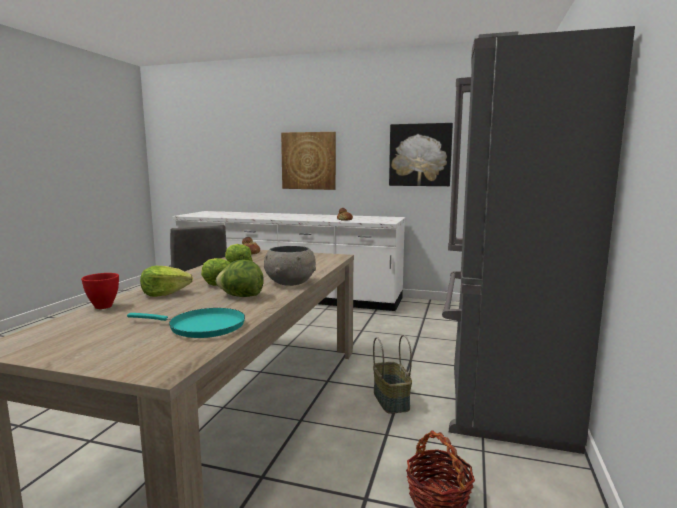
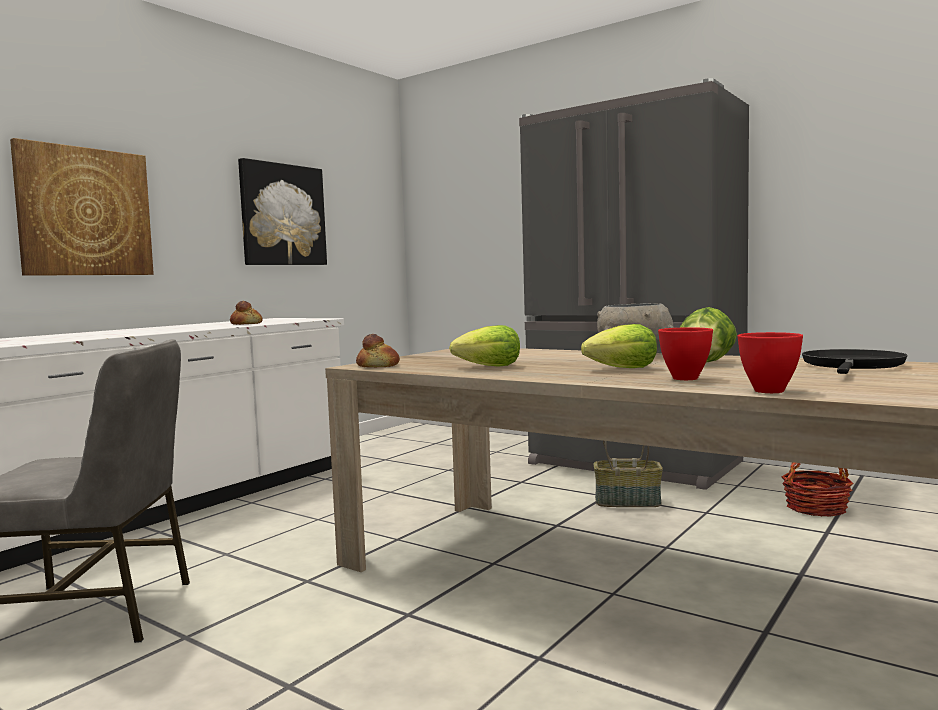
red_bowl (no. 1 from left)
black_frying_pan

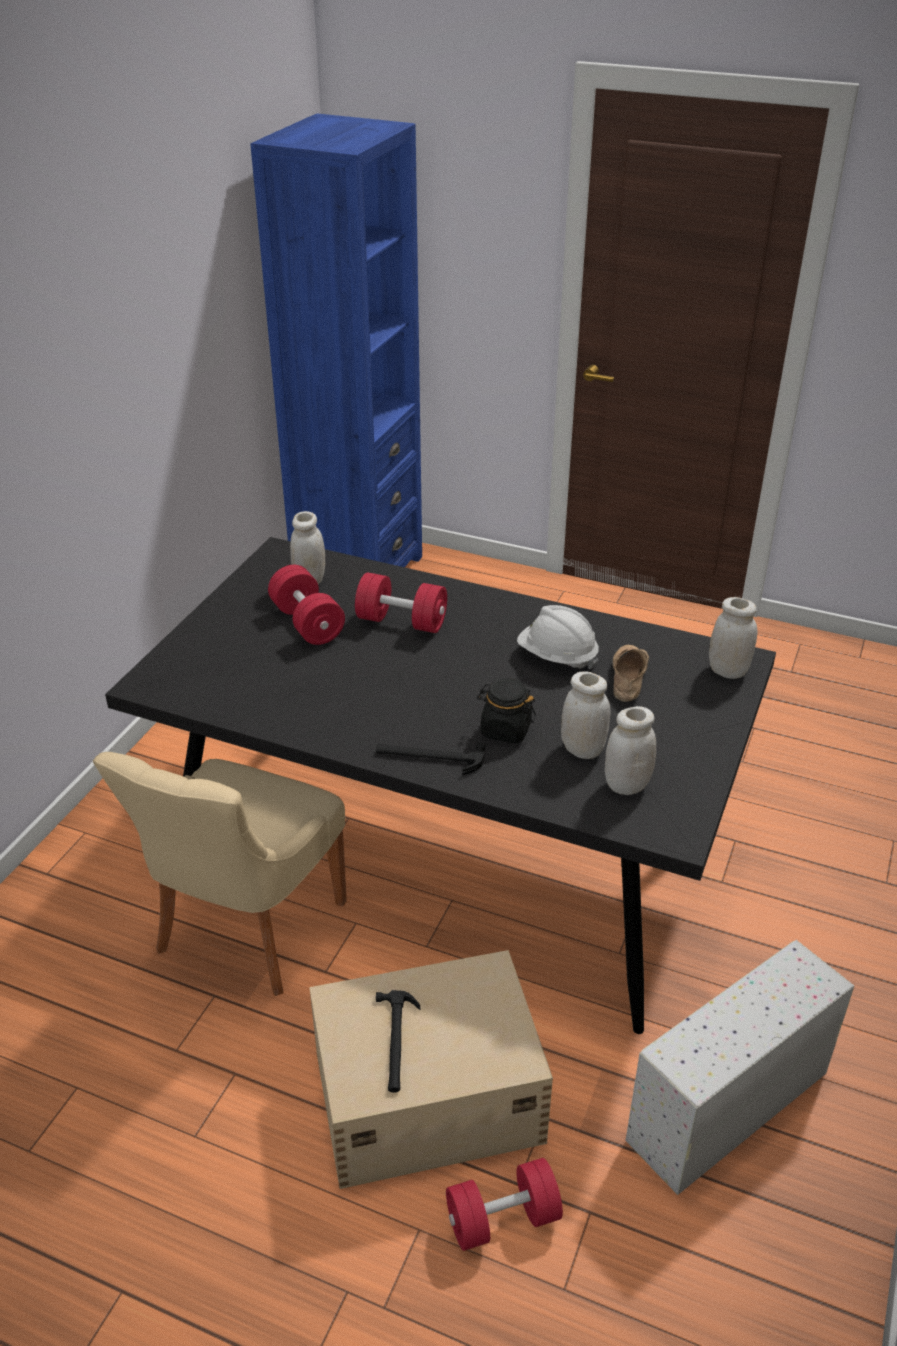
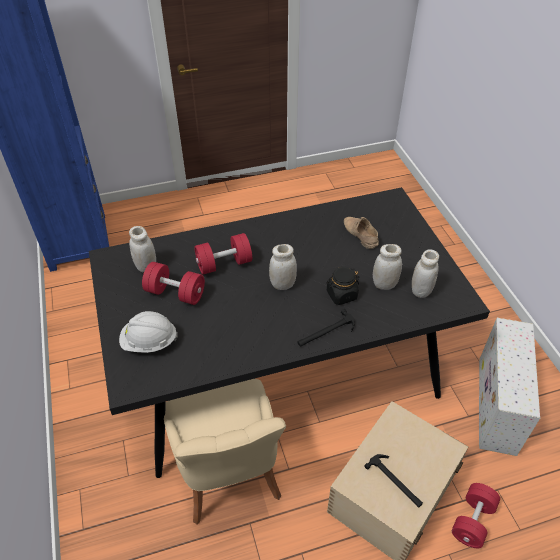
white_hard_hat
white_jar (no. 2 from left)

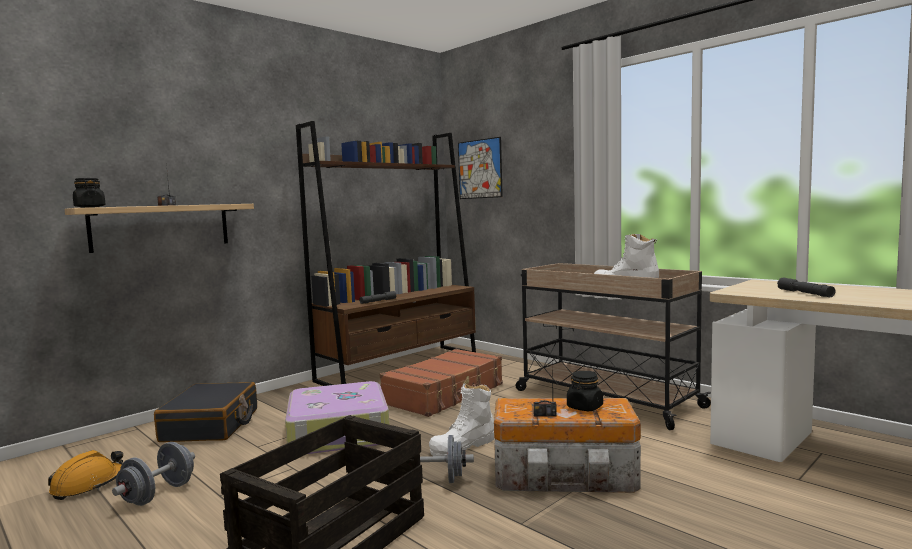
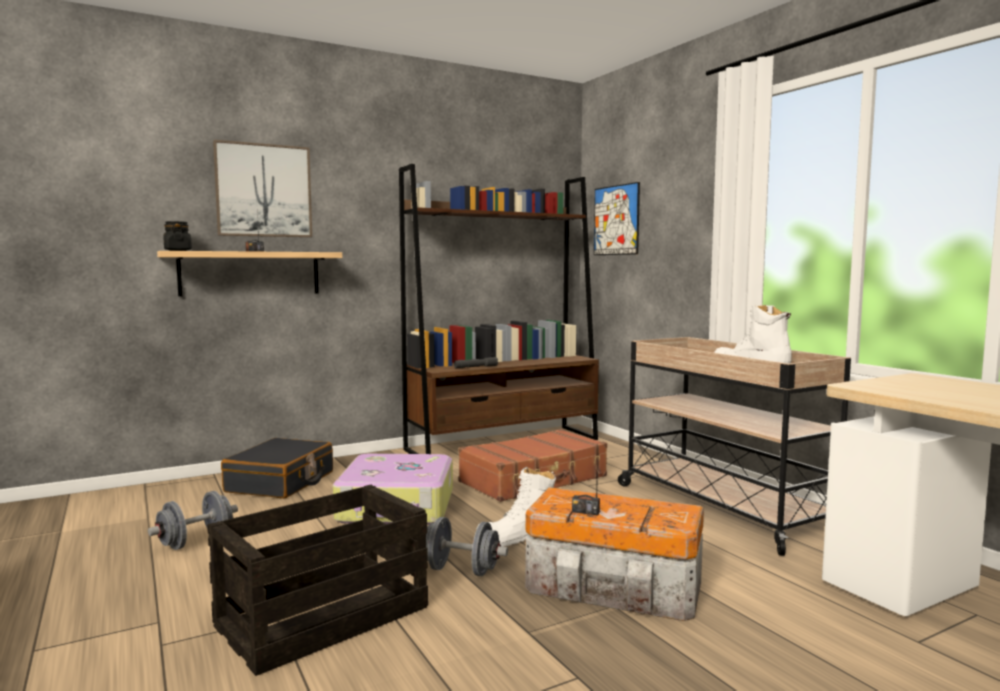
picture (no. 1 from left)
orange_hard_hat
black_jar (no. 2 from left in the first image)
grey_flashlight (no. 2 from left in the first image)

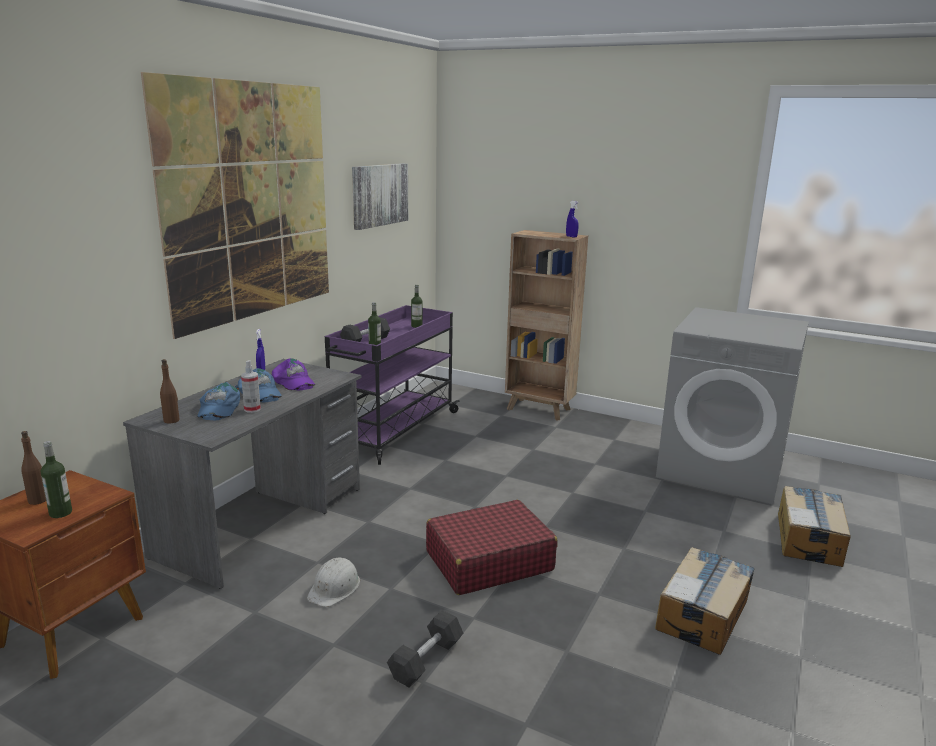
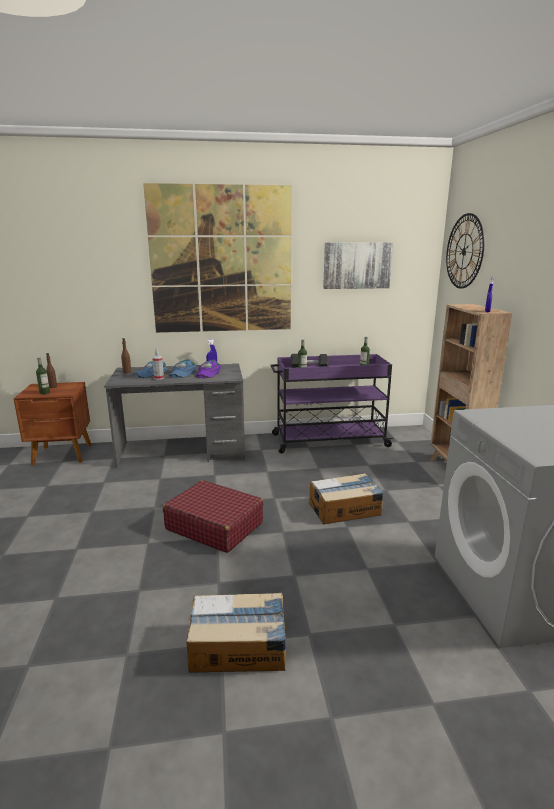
cardboard_box (no. 2 from left)
wall_clock
white_hard_hat
black_dumbbell (no. 2 from left in the first image)

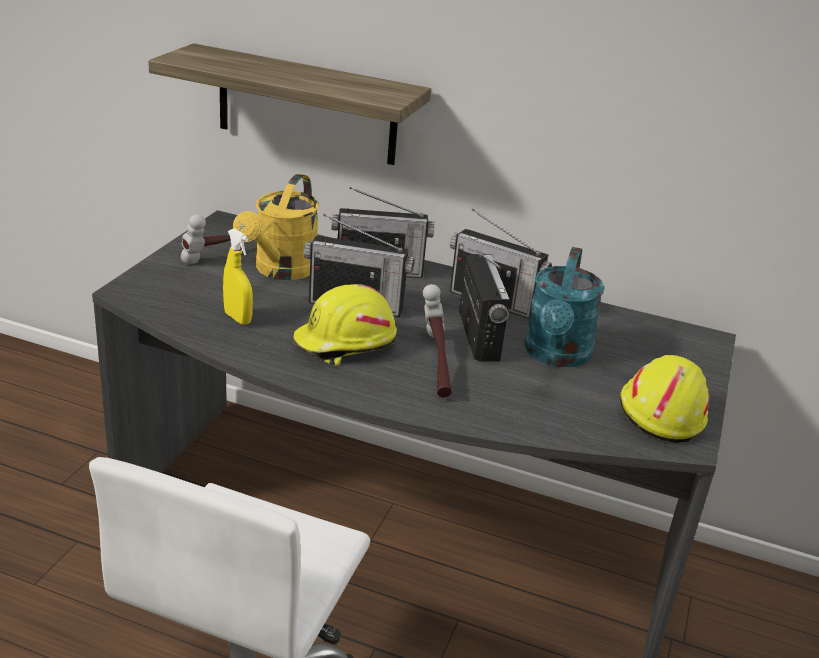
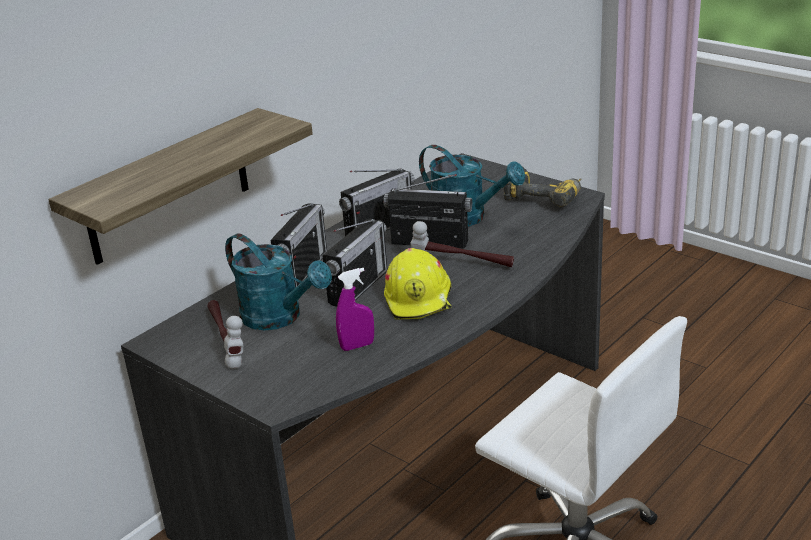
turquoise_watering_can (no. 1 from left)
purple_spray_bottle
power_drill

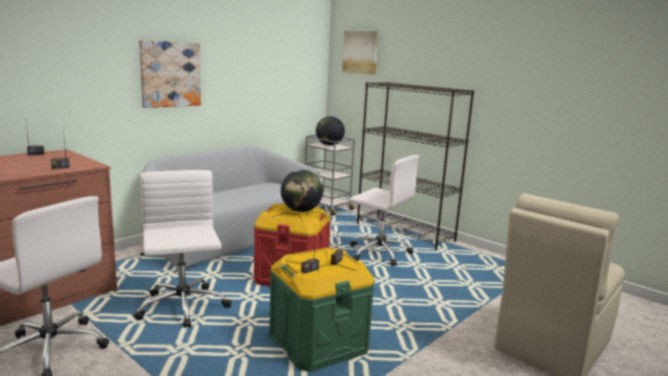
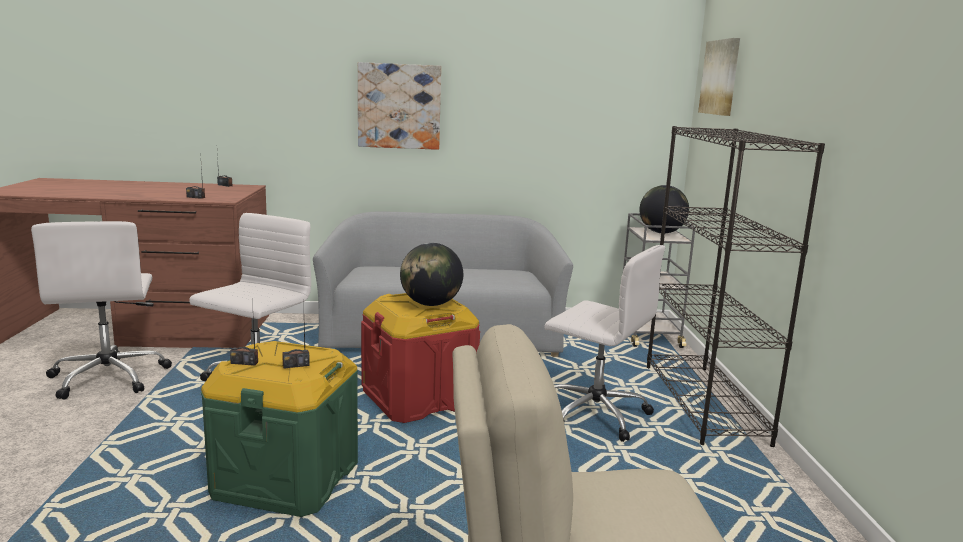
white_office_chair (no. 3 from left)

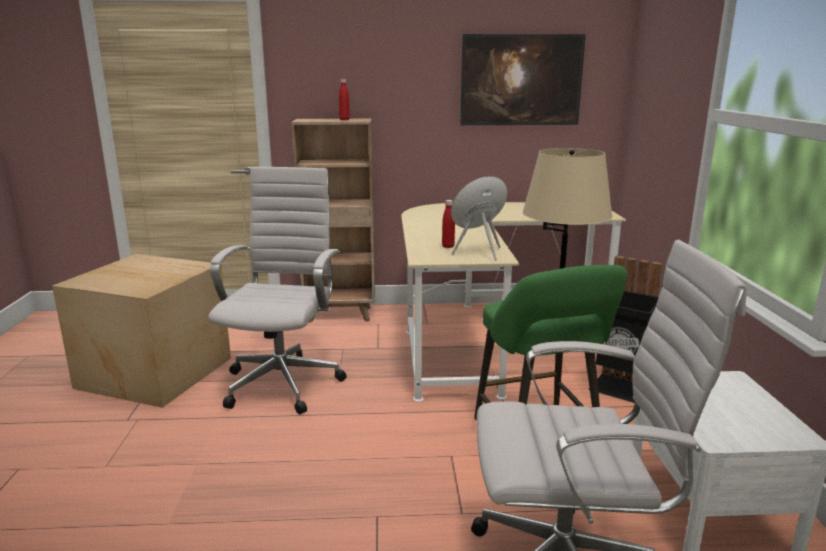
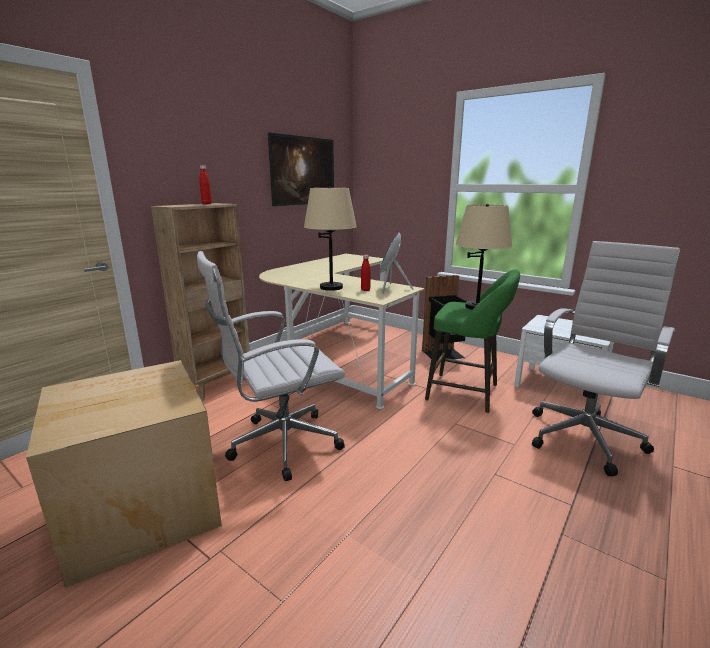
white_office_chair (no. 1 from left)
beige_table_lamp (no. 1 from left)

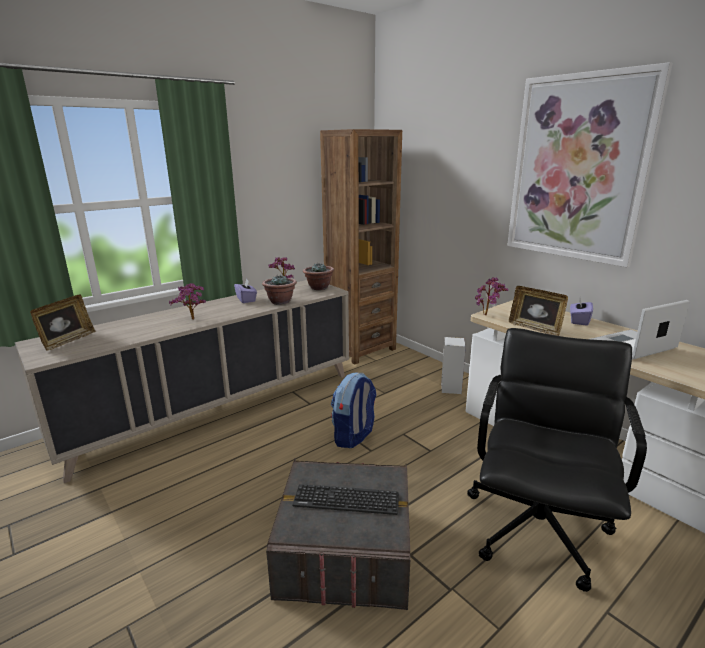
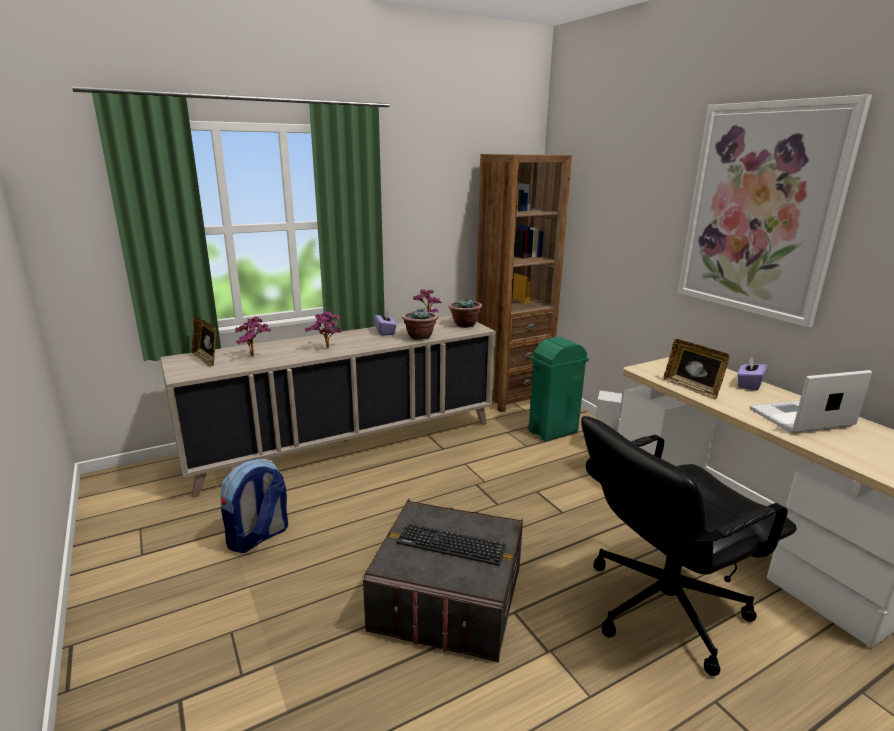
picture_frame (no. 1 from left)
backpack
potted_plant (no. 1 from left)
green_trash_can
black_office_chair

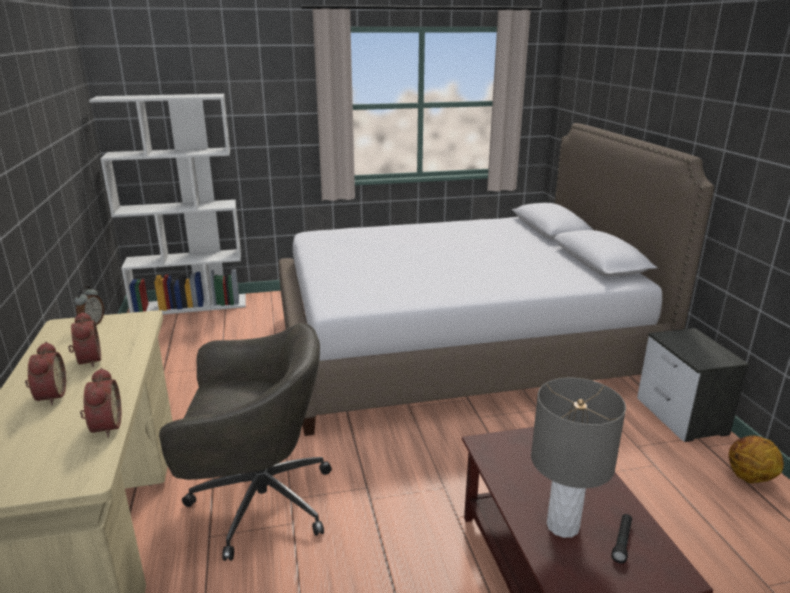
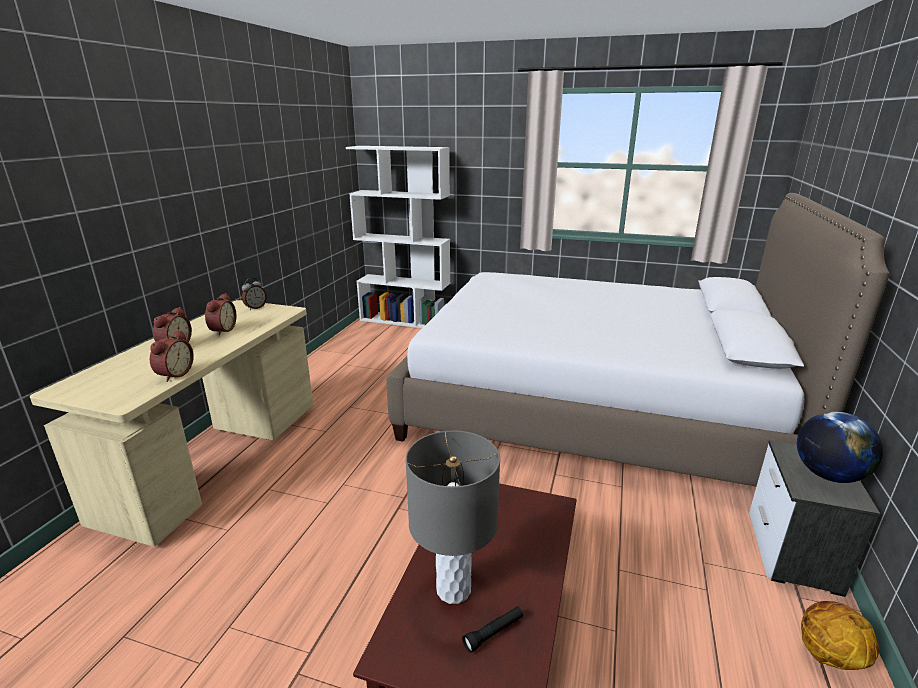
globe
grey_office_chair

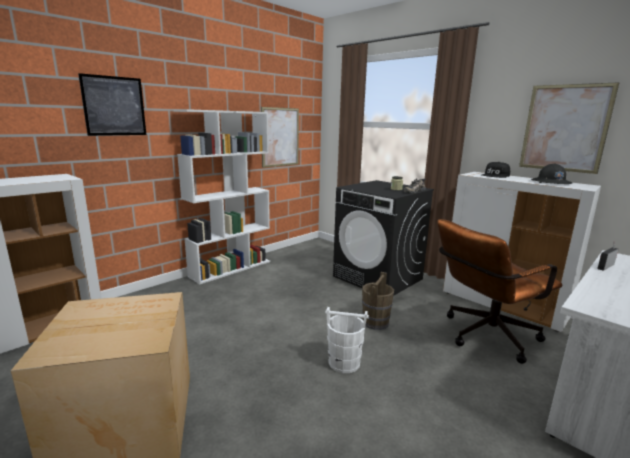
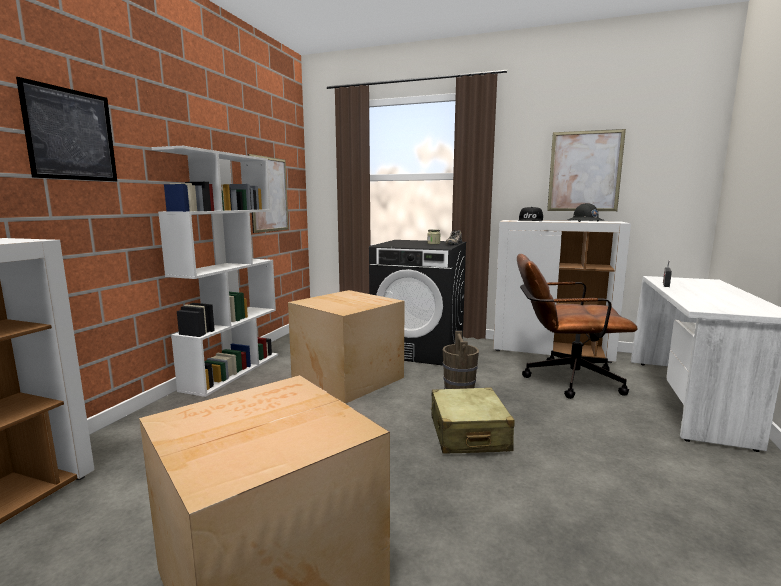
cardboard_box (no. 2 from left)
beige_suitcase
brown_office_chair

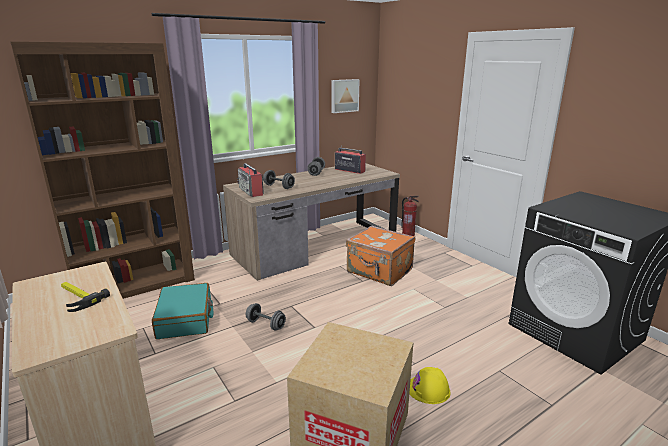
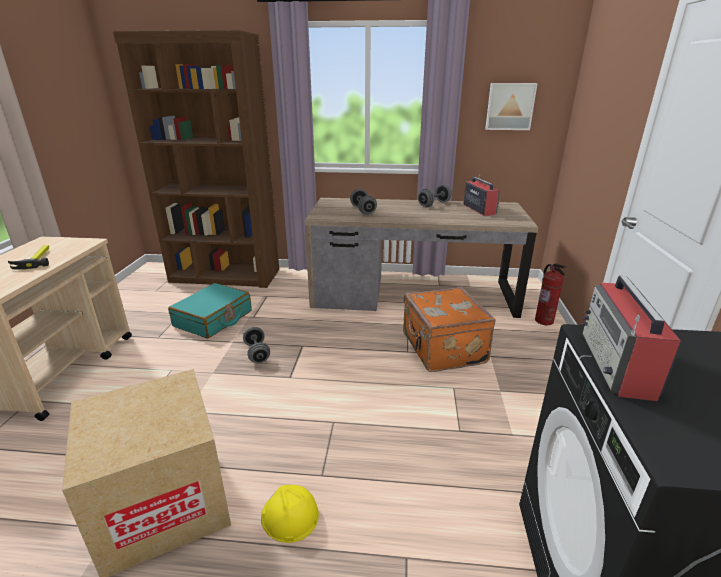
radio (no. 2 from left)

